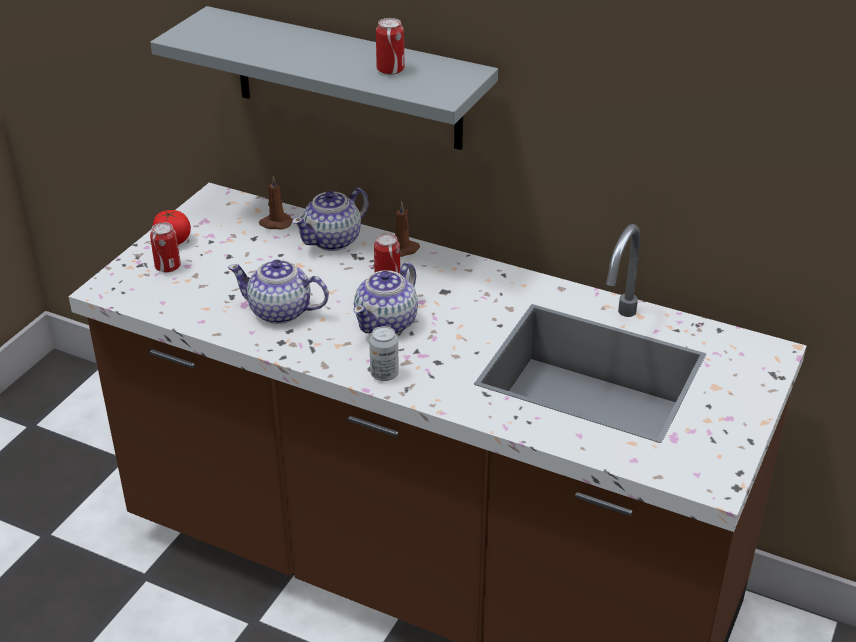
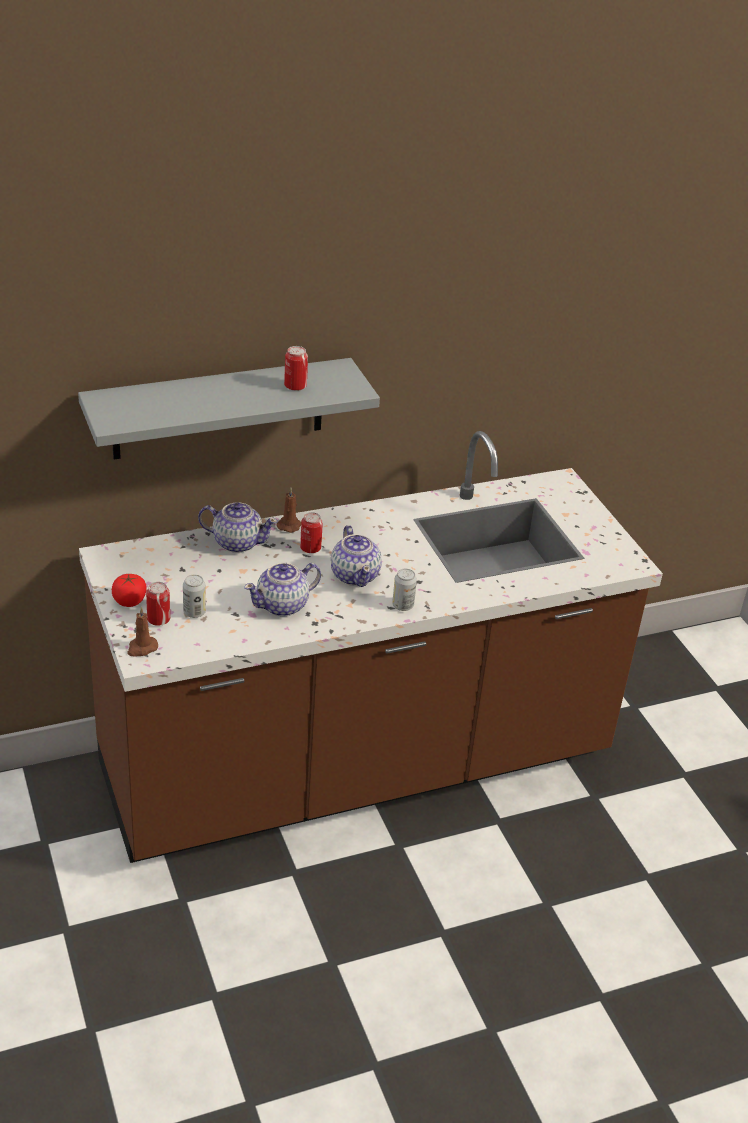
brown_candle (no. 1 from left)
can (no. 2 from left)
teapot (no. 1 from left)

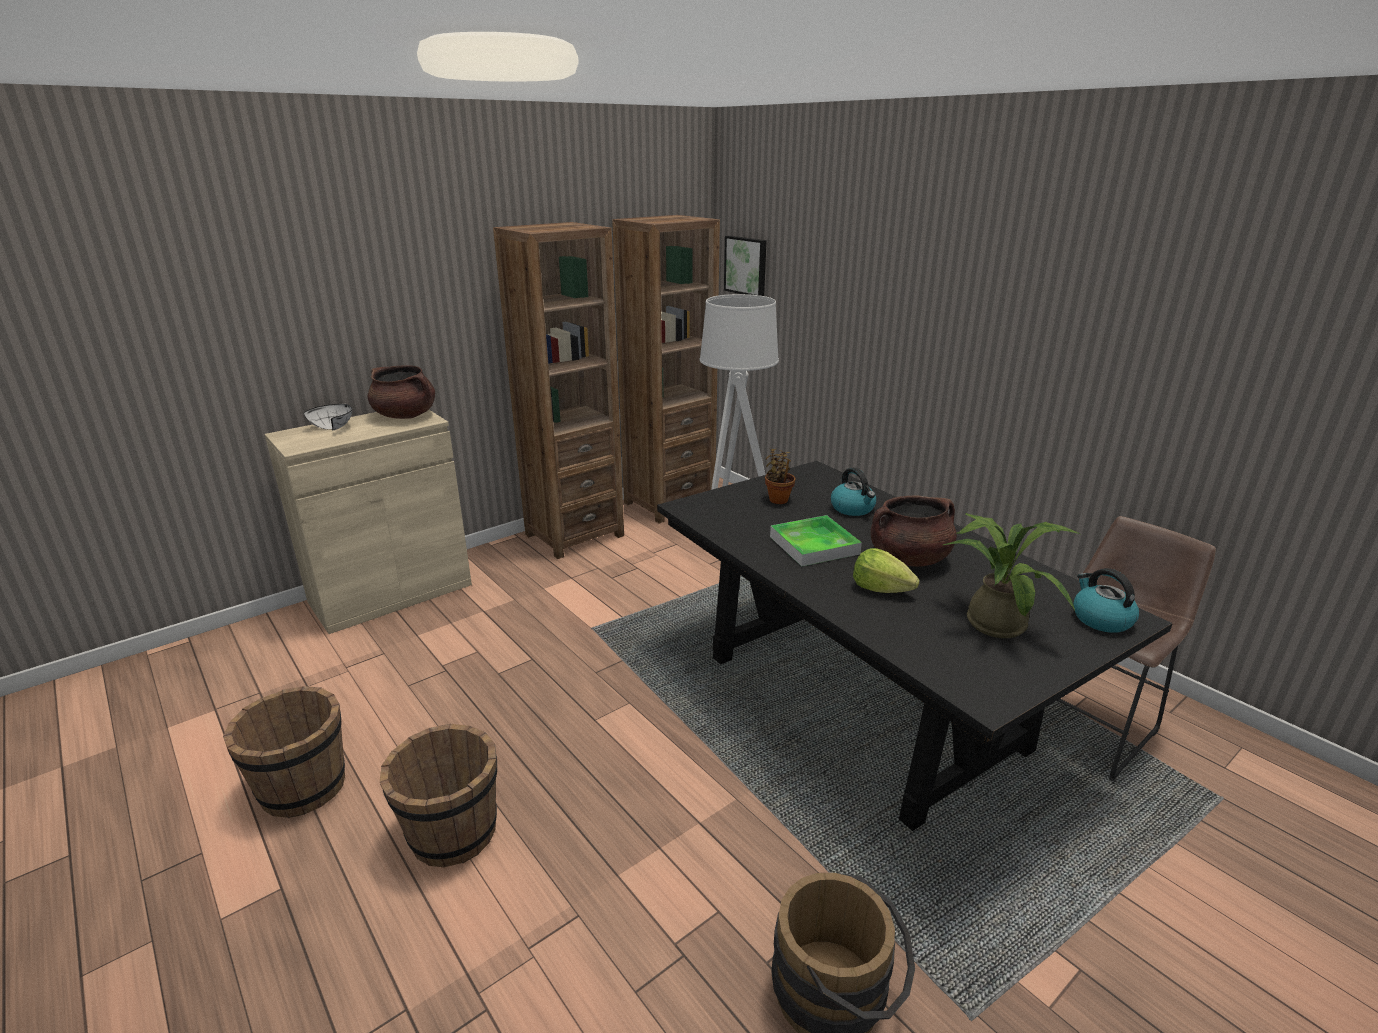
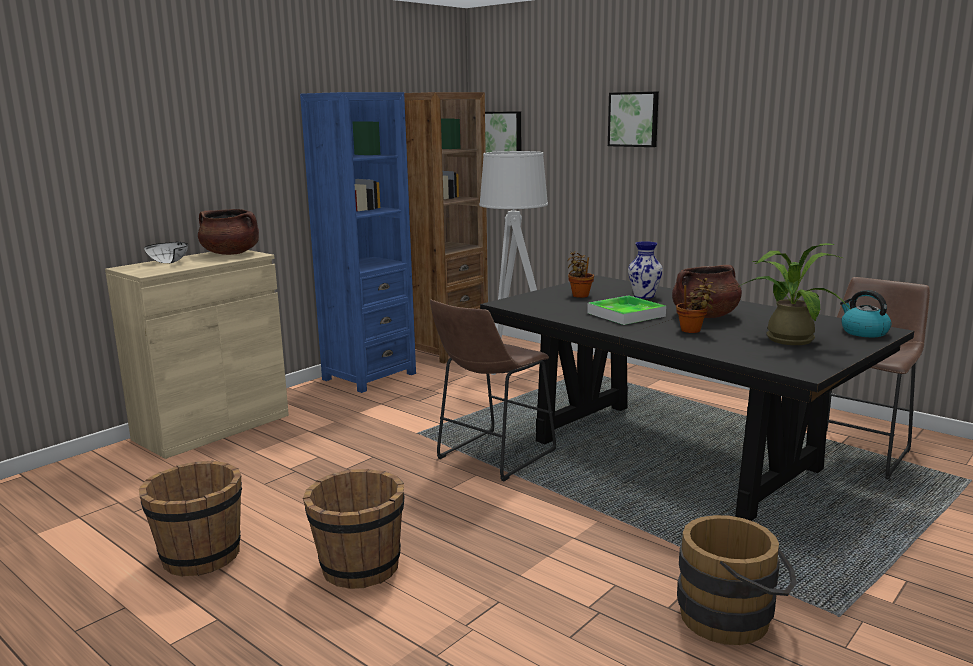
blue_bookcase
brown_stool (no. 1 from left)
picture (no. 2 from left)
vase
potted_plant (no. 2 from left)

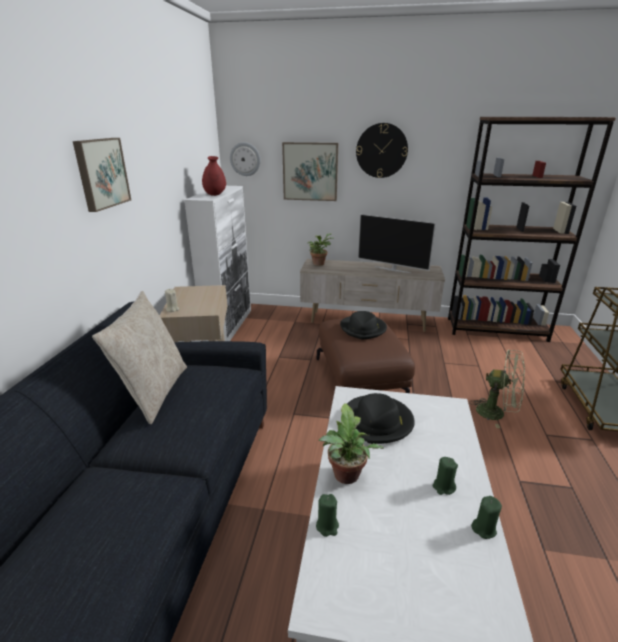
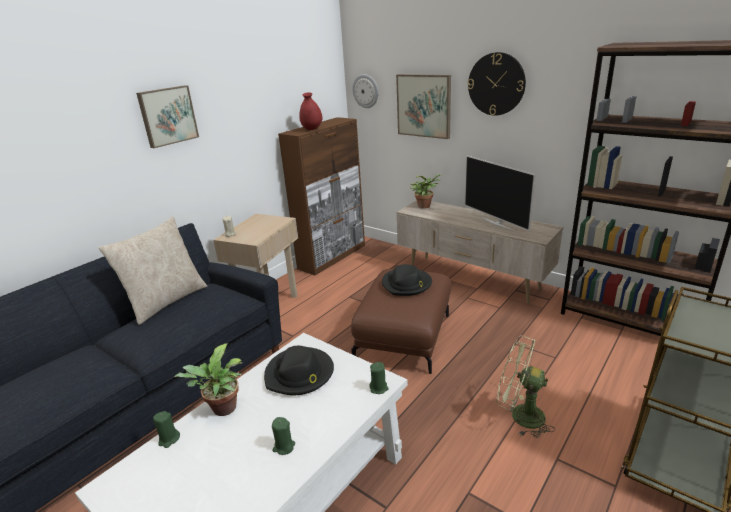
brown_cabinet
green_candle (no. 3 from left)
green_fan

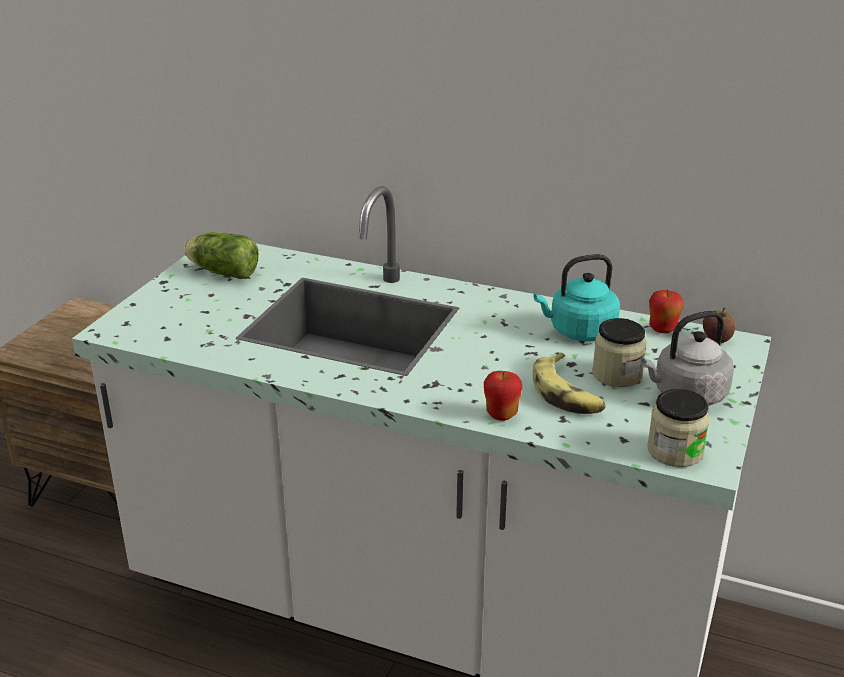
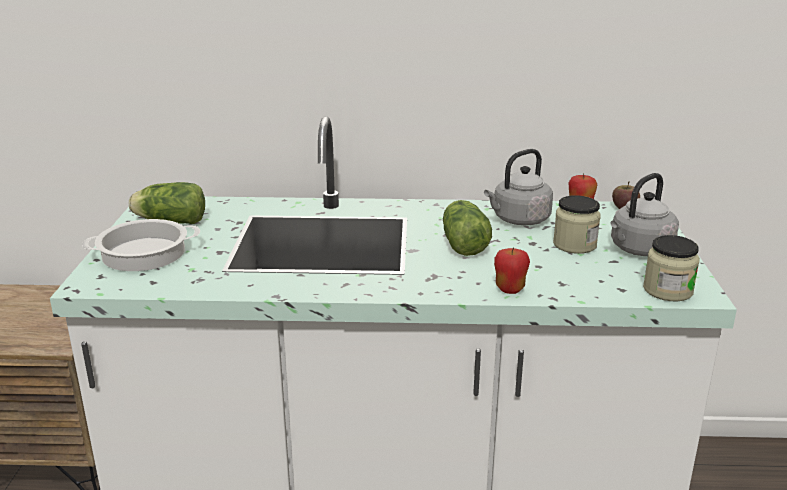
cooking_pot
lettuce (no. 2 from left)
grey_kettle (no. 1 from left)
banana

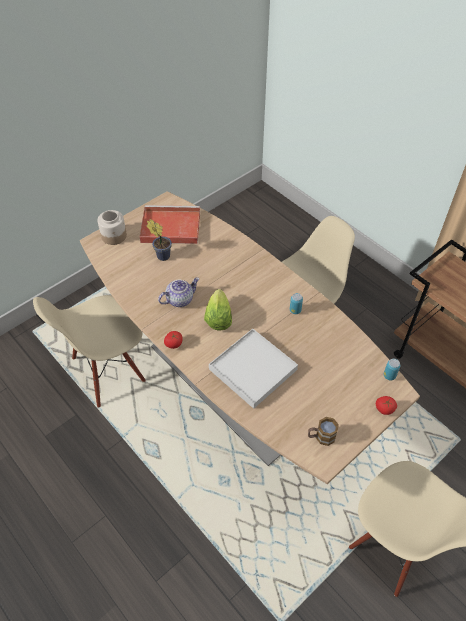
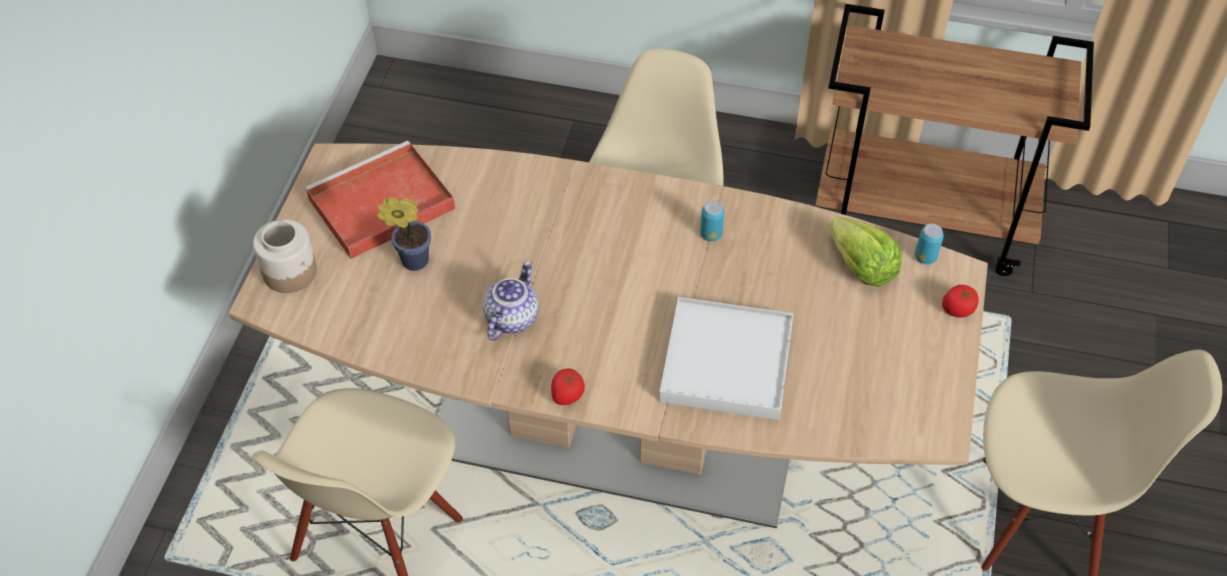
lettuce
mug

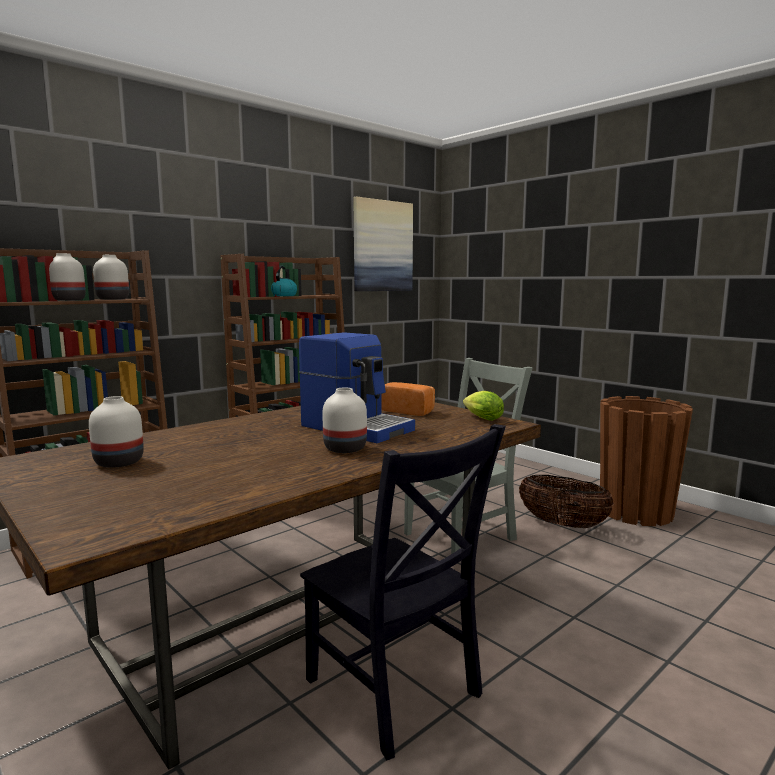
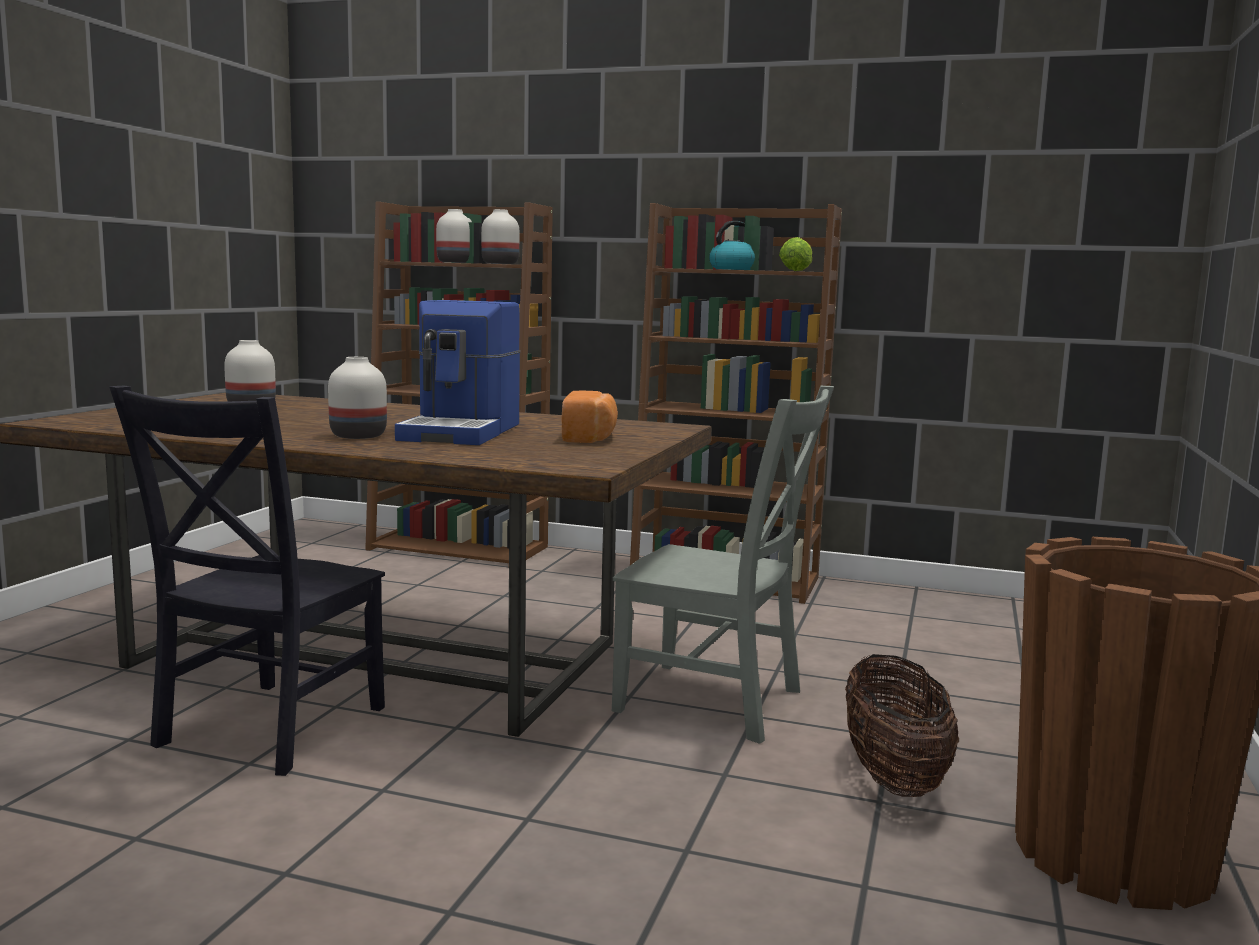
lettuce
picture

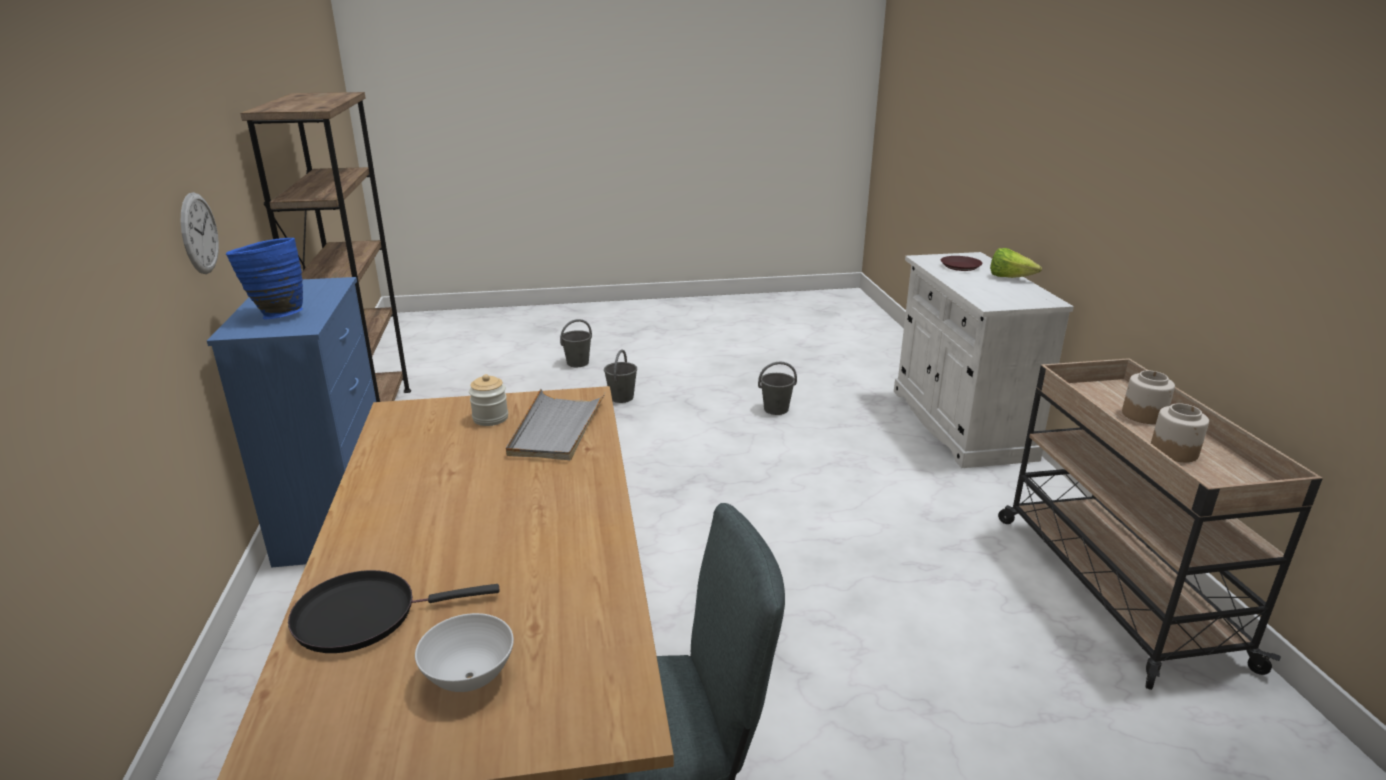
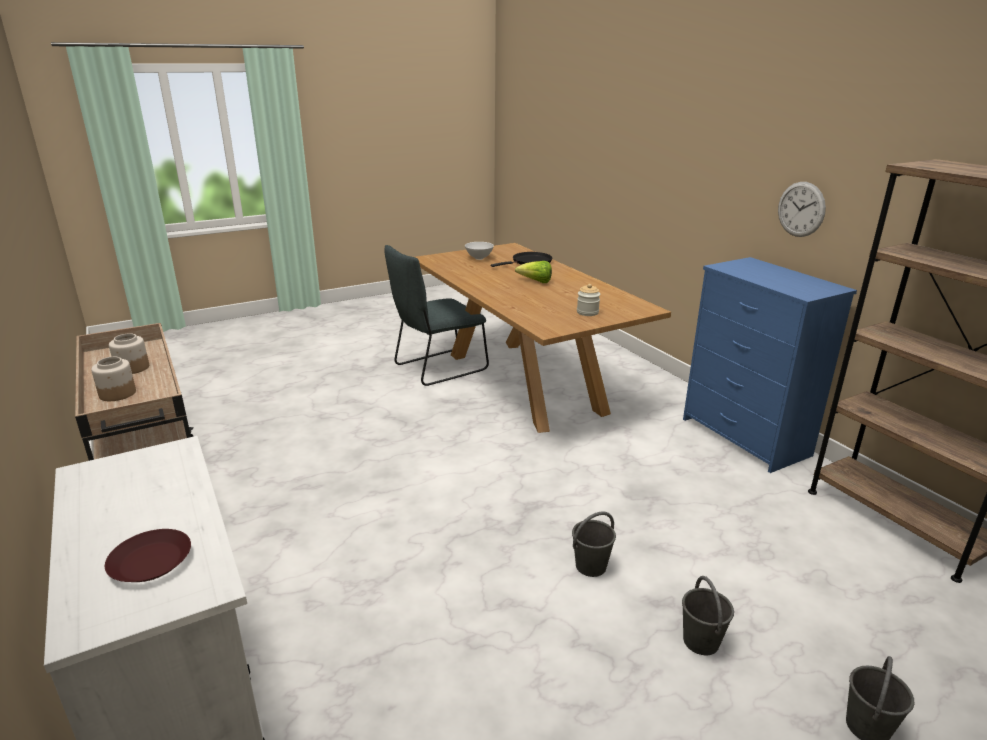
lettuce
grey_bucket (no. 1 from left)
blue_vase
grey_tray

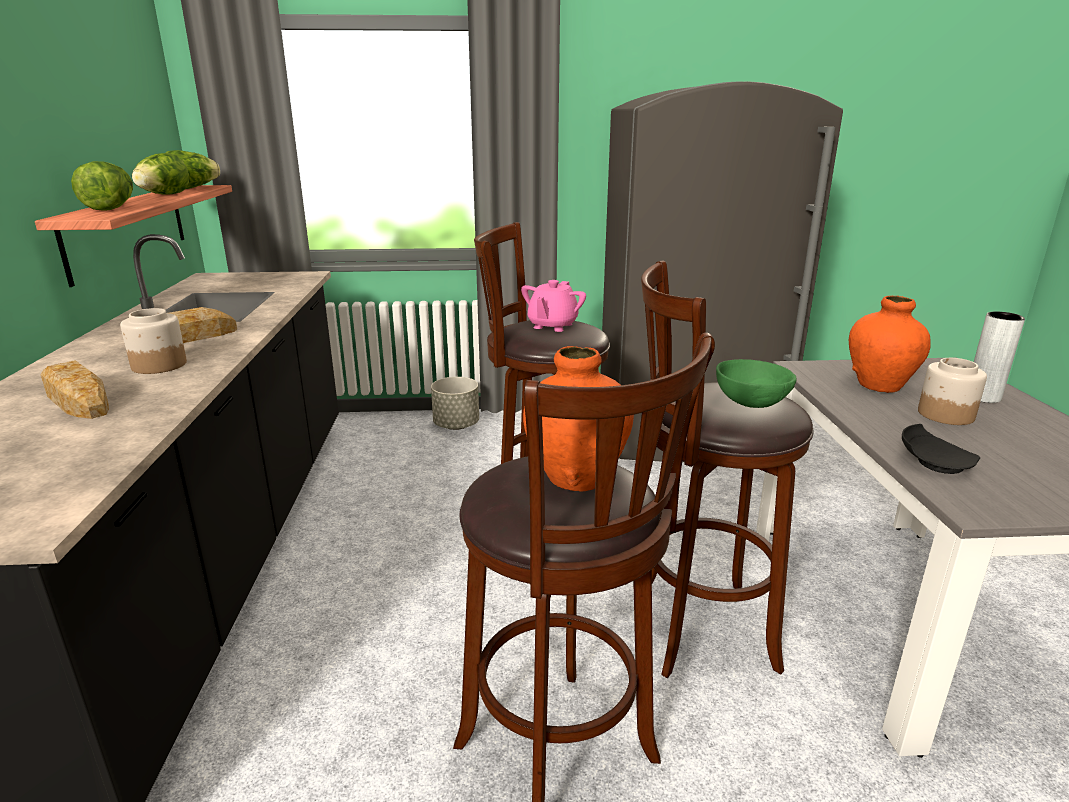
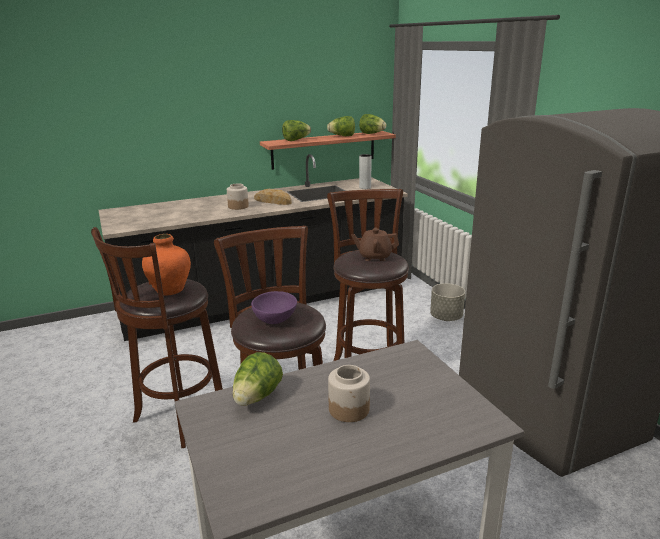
lettuce (no. 1 from left)
purple_bowl
brown_teapot
grey_vase
bread (no. 1 from left in the first image)
orange_vase (no. 2 from left in the first image)

